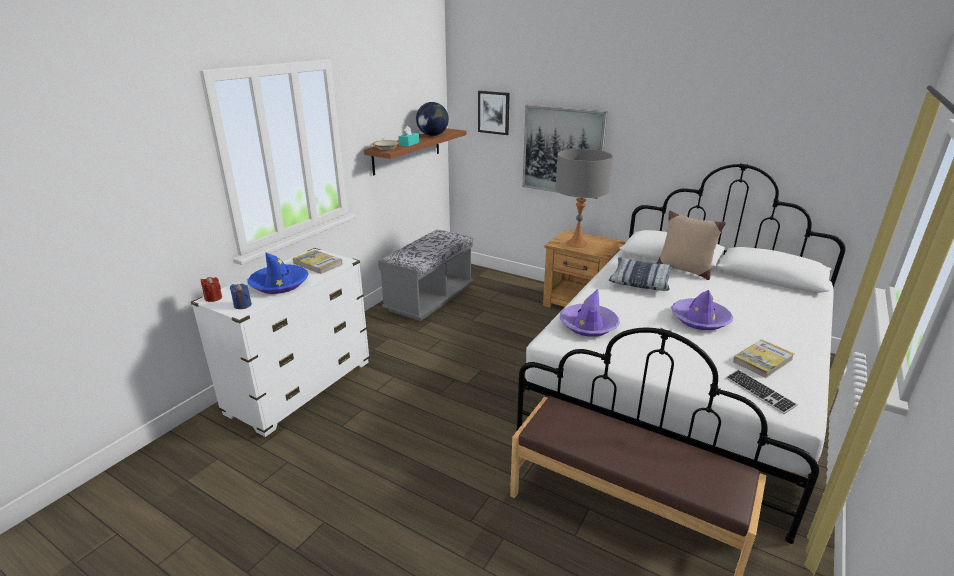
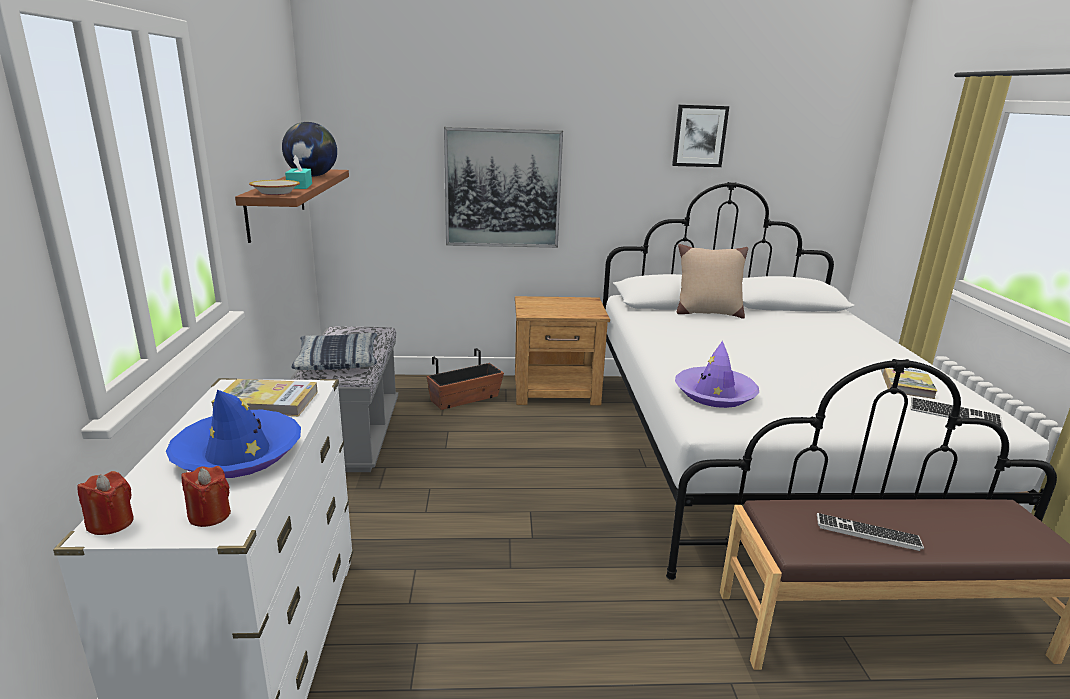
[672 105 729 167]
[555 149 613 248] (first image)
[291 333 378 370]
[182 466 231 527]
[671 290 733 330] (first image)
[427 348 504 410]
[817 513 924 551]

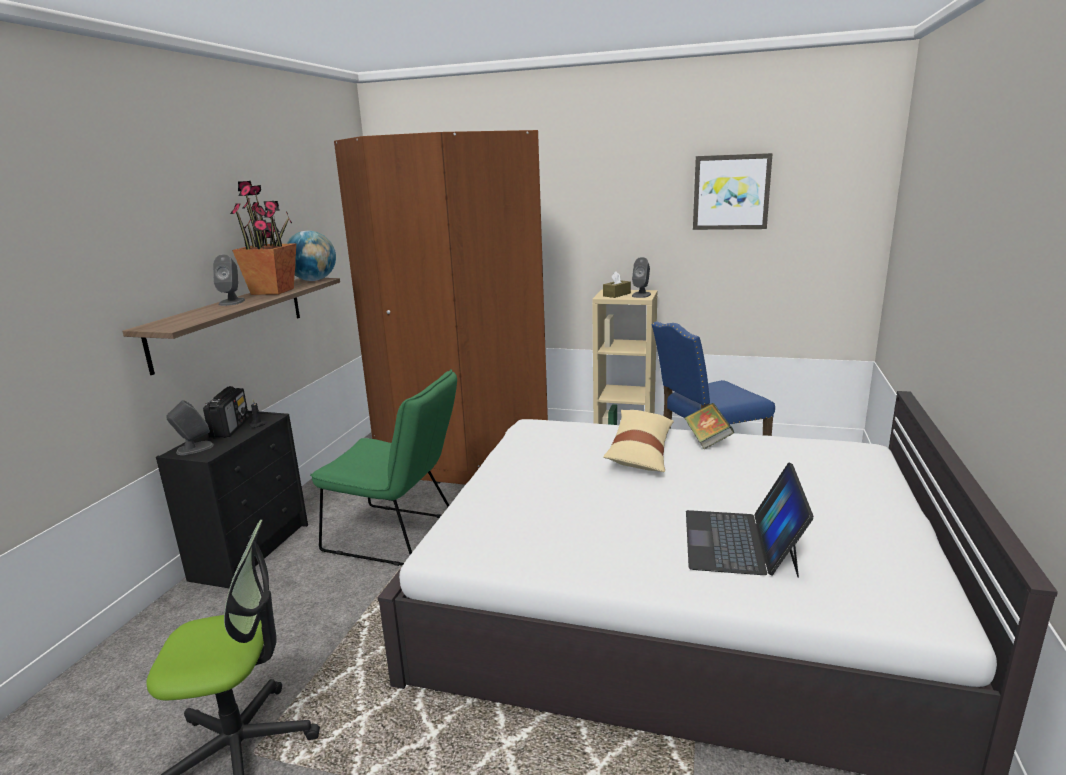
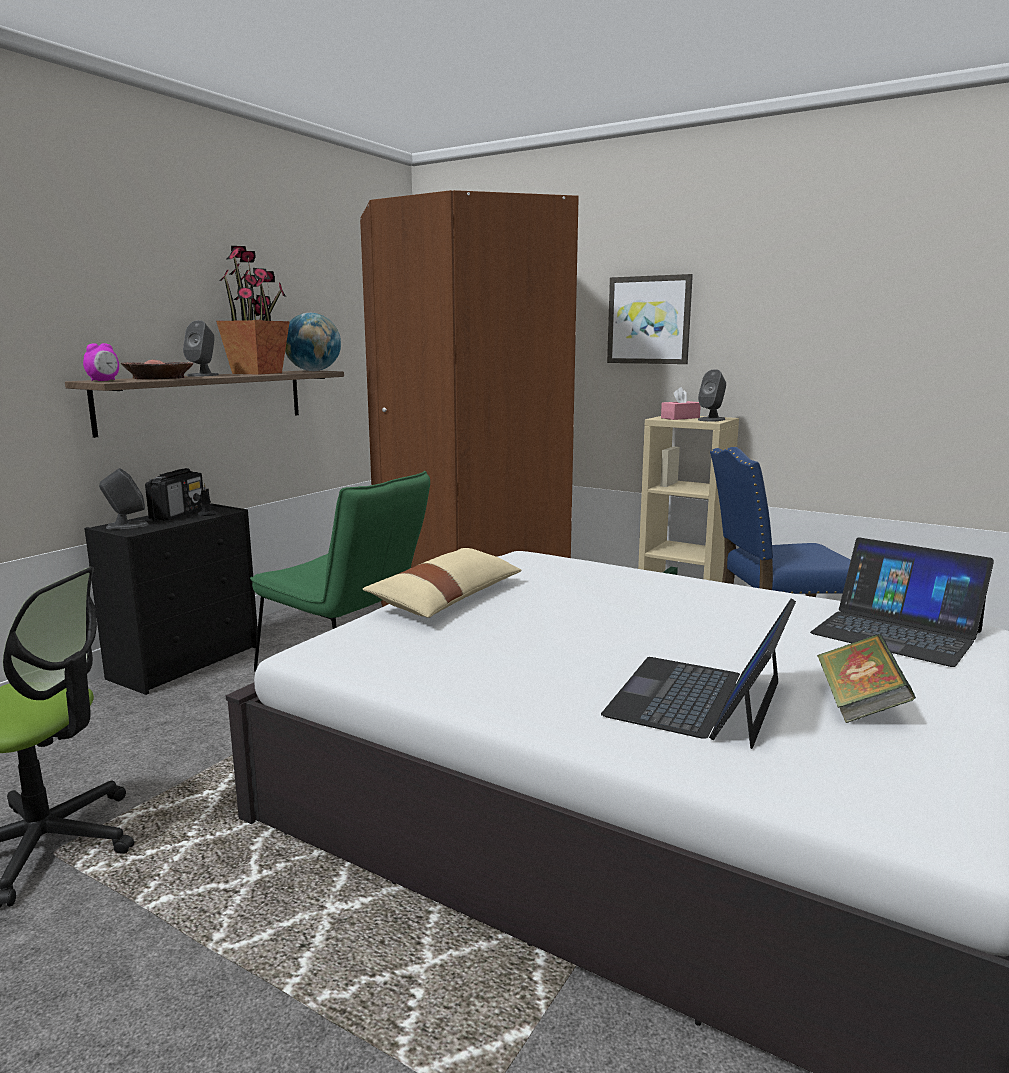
[607 274 693 364]
[661 387 701 420]
[817 634 916 723]
[362 548 522 618]
[83 343 119 381]
[121 360 194 379]
[810 537 994 667]

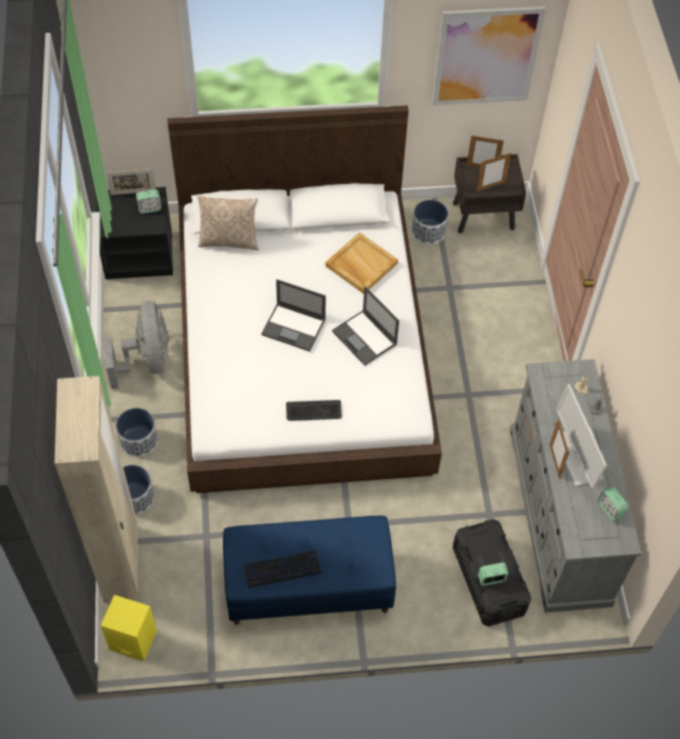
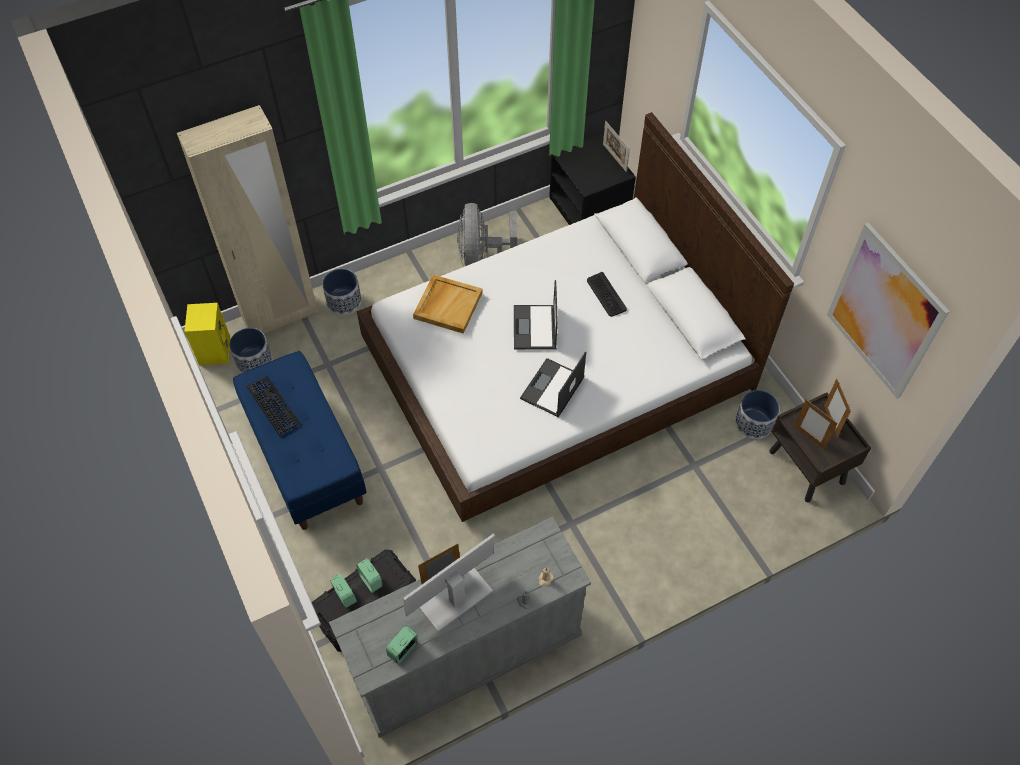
[357 558 383 593]
[198 196 259 250] (first image)
[413 275 483 334]
[457 203 517 266]
[587 272 627 317]
[229 328 272 373]

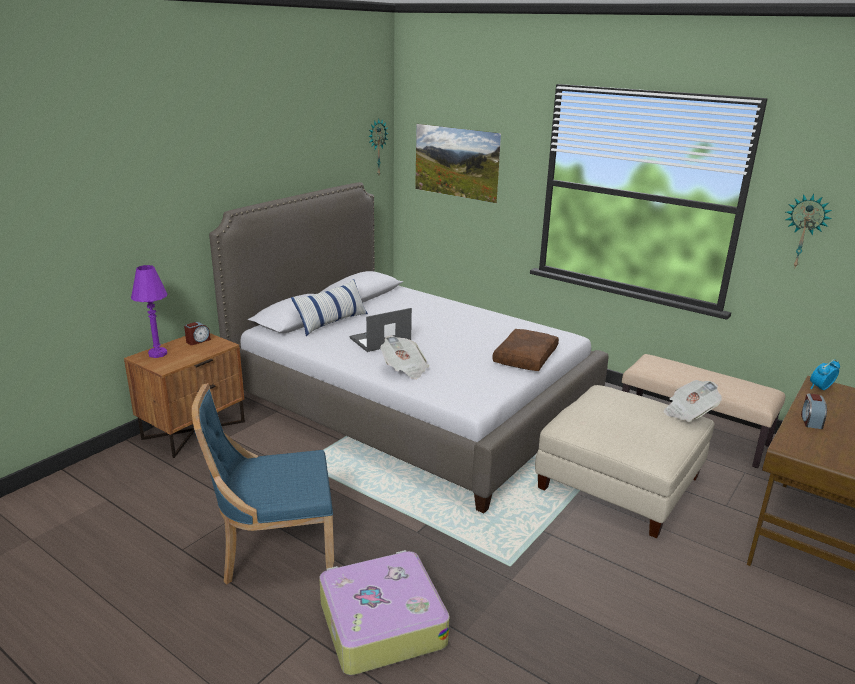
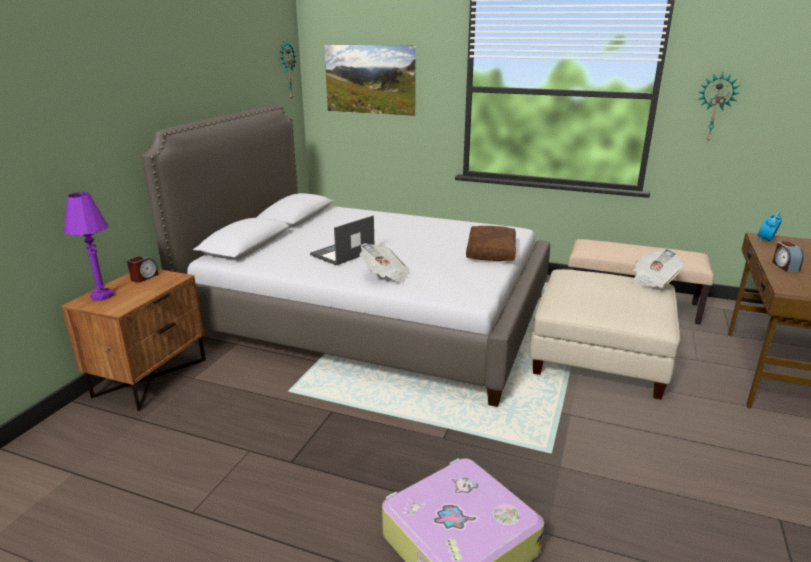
[291 279 368 336] (first image)
[192 383 334 584] (first image)

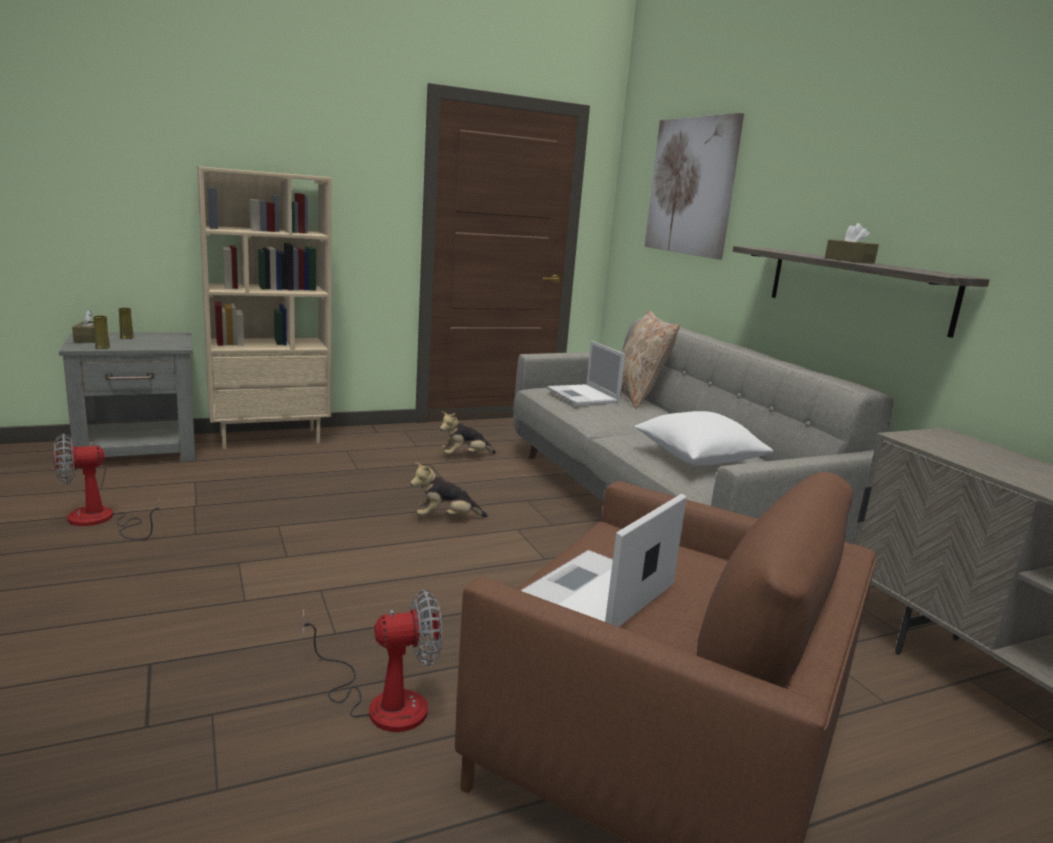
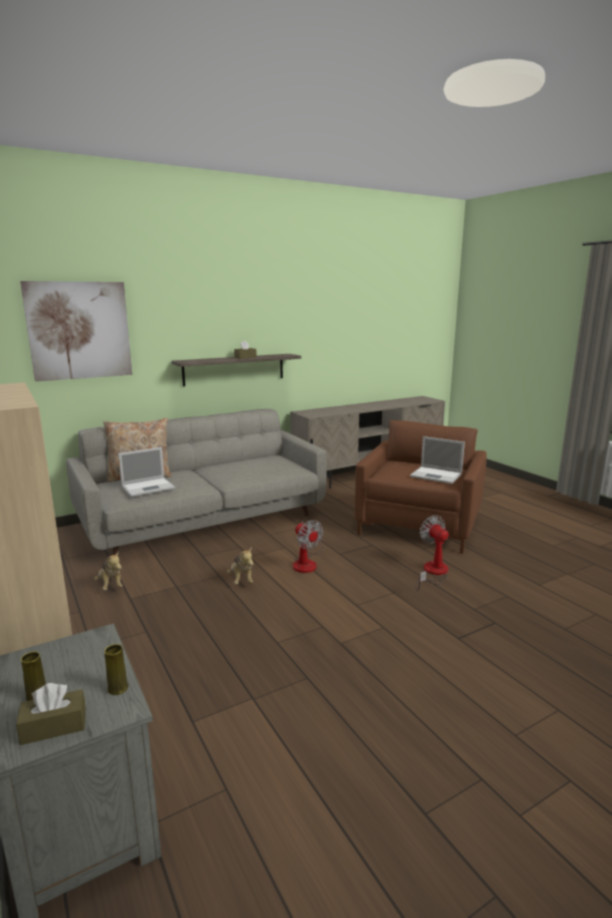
[634 411 773 465] (first image)
[293 520 324 573]

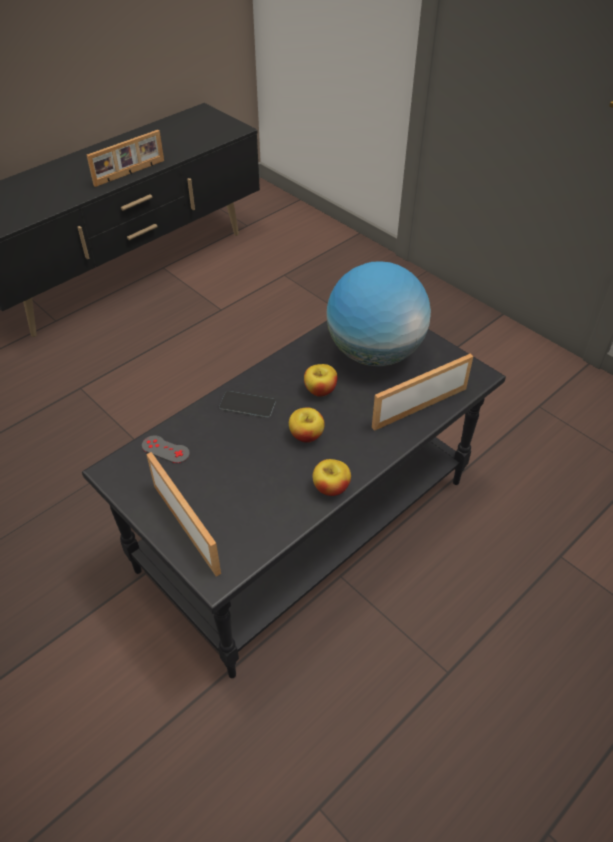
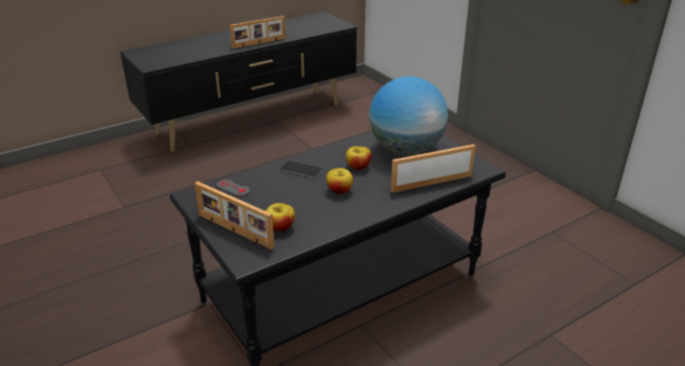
[195 181 275 250]
[266 203 295 231]

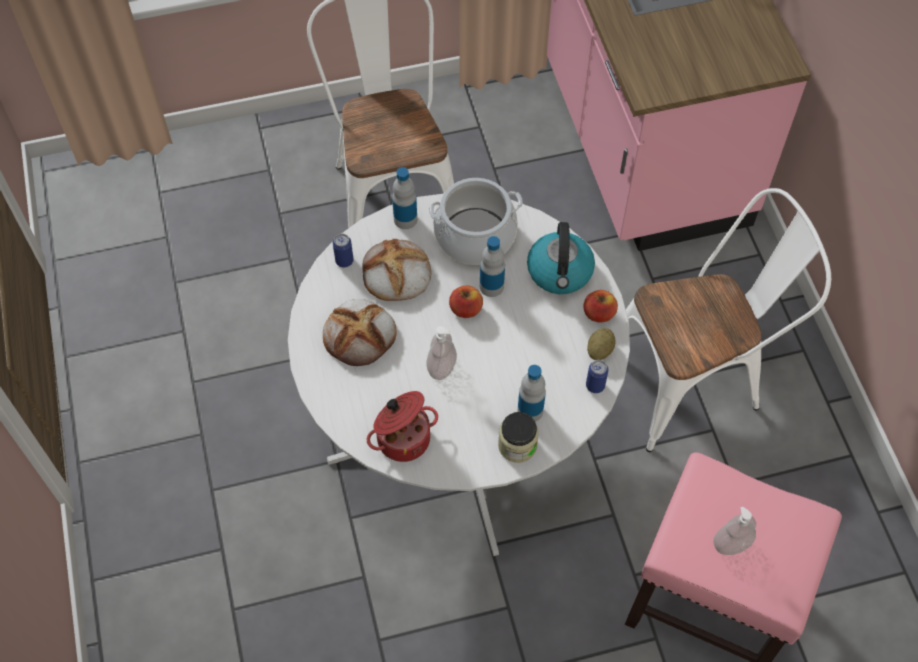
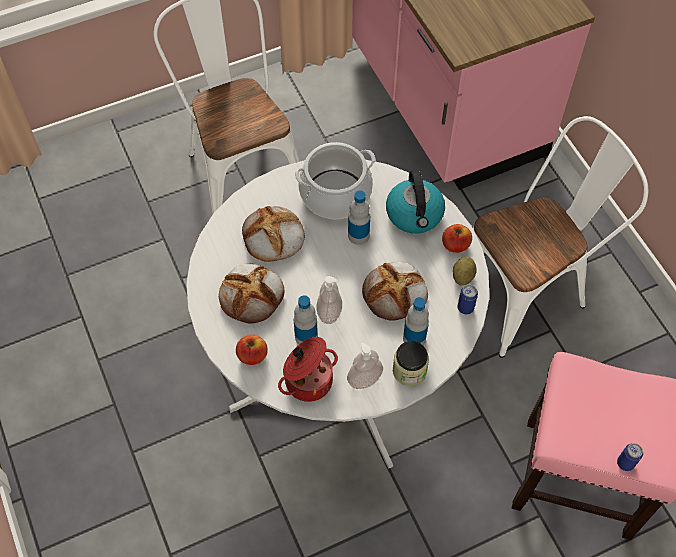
[294 295 318 344]
[617 443 643 471]
[236 335 268 365]
[347 343 383 389]
[362 261 428 321]

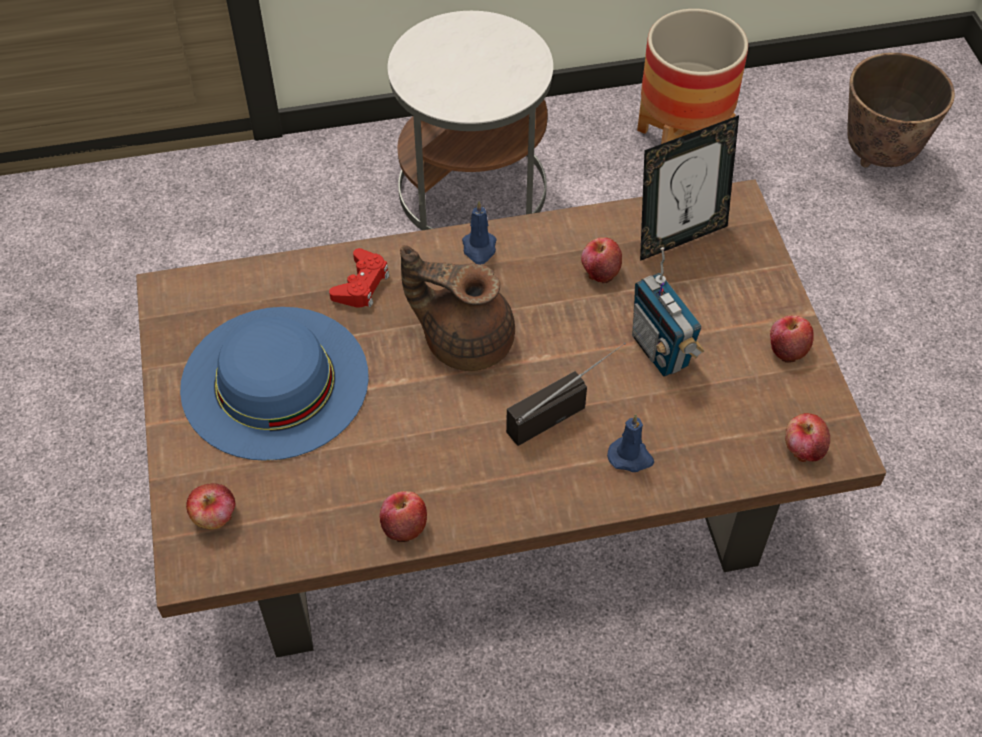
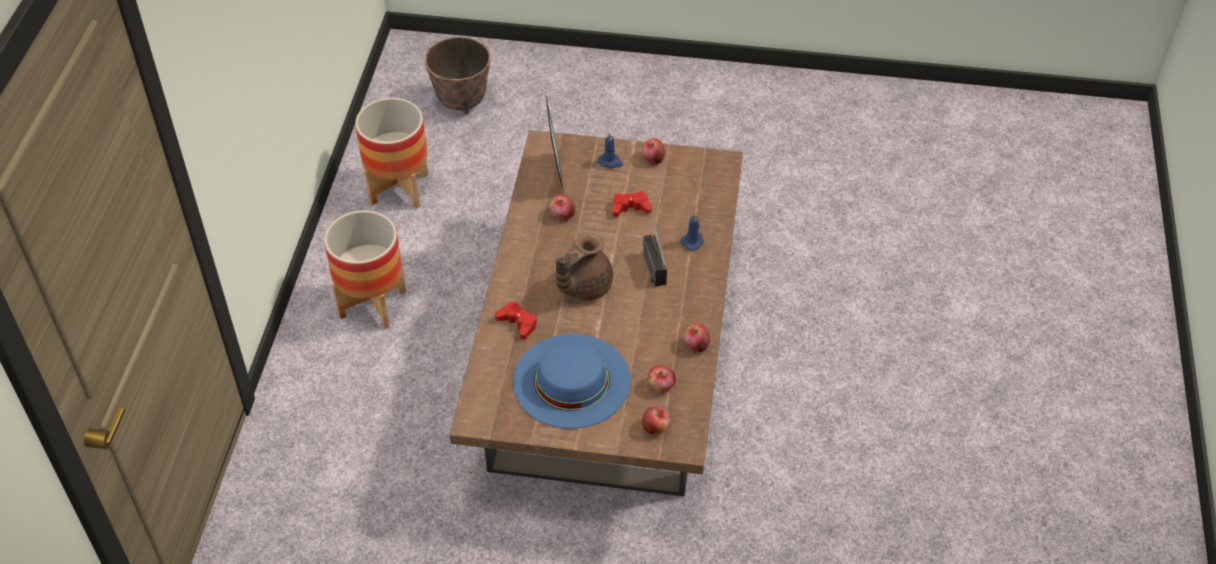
[324 210 406 329]
[598 132 623 169]
[612 191 652 217]
[648 365 676 393]

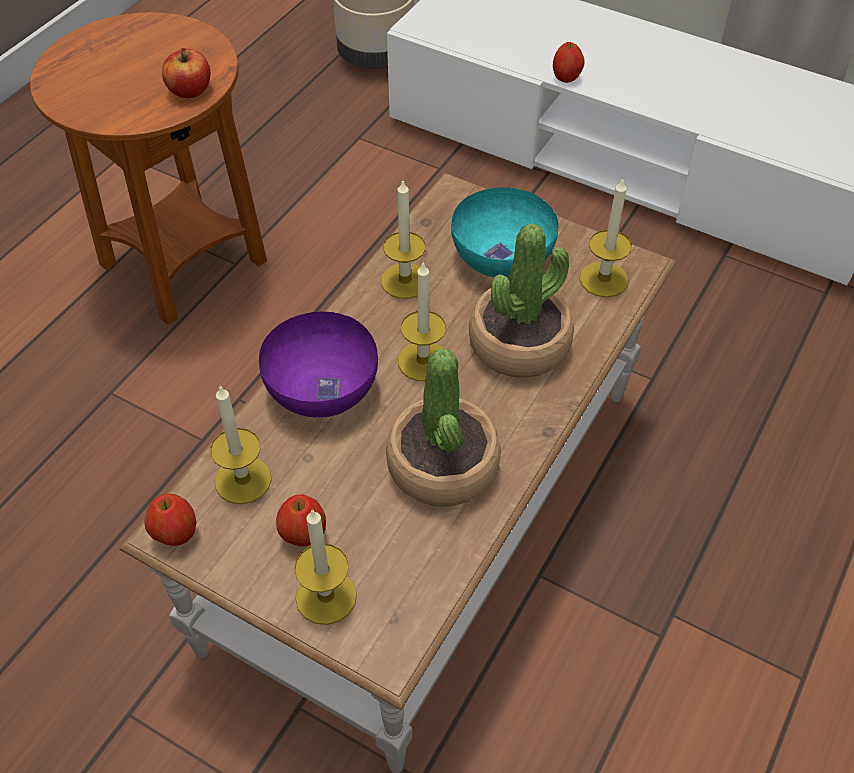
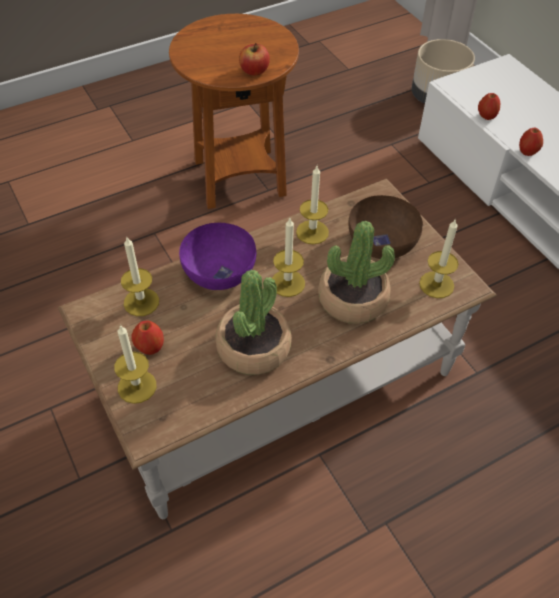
[349 195 423 259]
[478 93 500 120]

